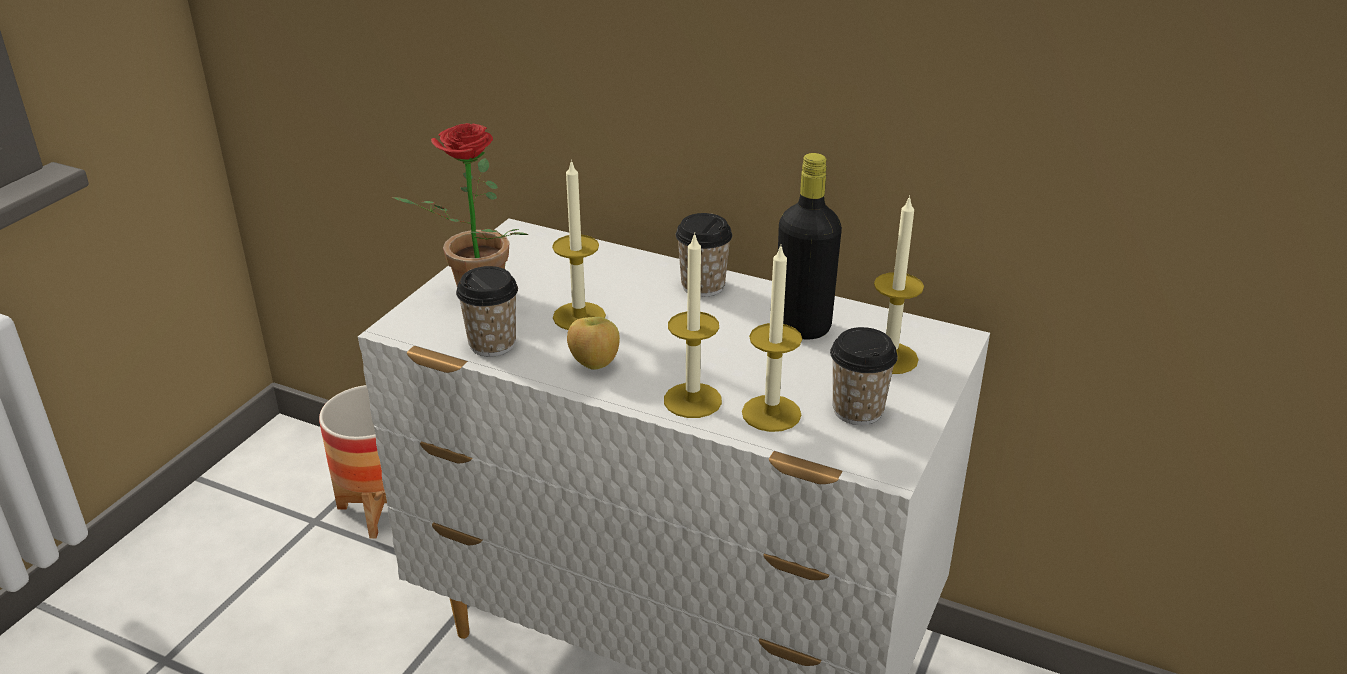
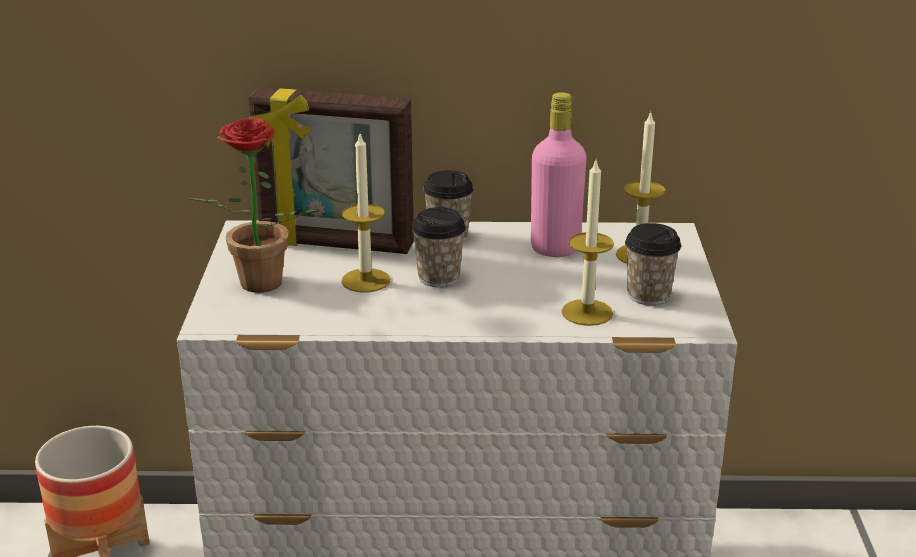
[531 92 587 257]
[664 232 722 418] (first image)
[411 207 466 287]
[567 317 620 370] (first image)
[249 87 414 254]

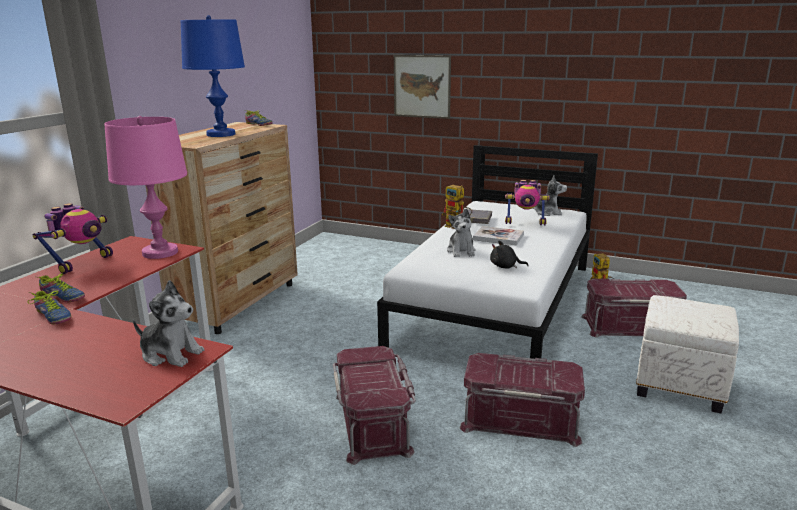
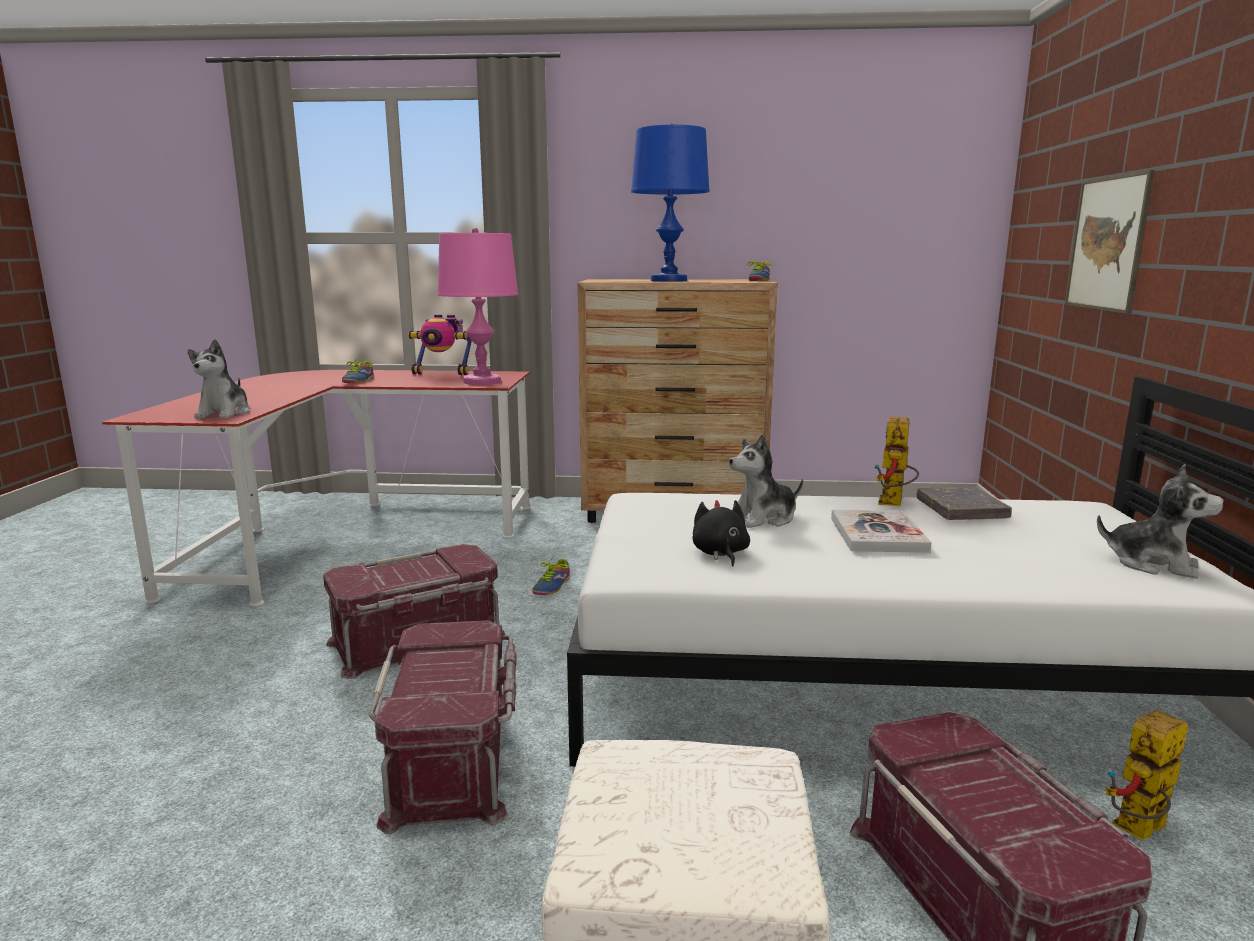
[1097 464 1224 579]
[505 180 550 225] (first image)
[532 557 570 595]

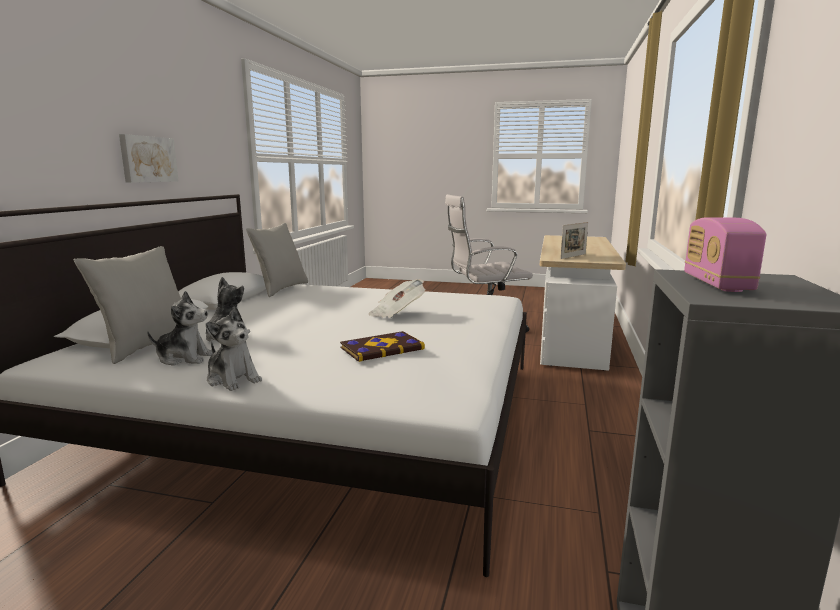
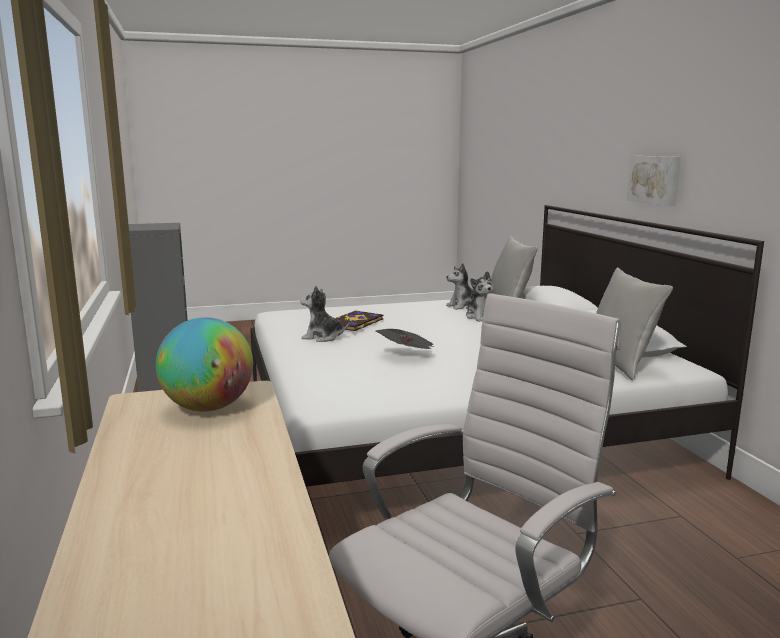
[684 217 767 292] (first image)
[156 317 253 412]
[300 286 349 342]

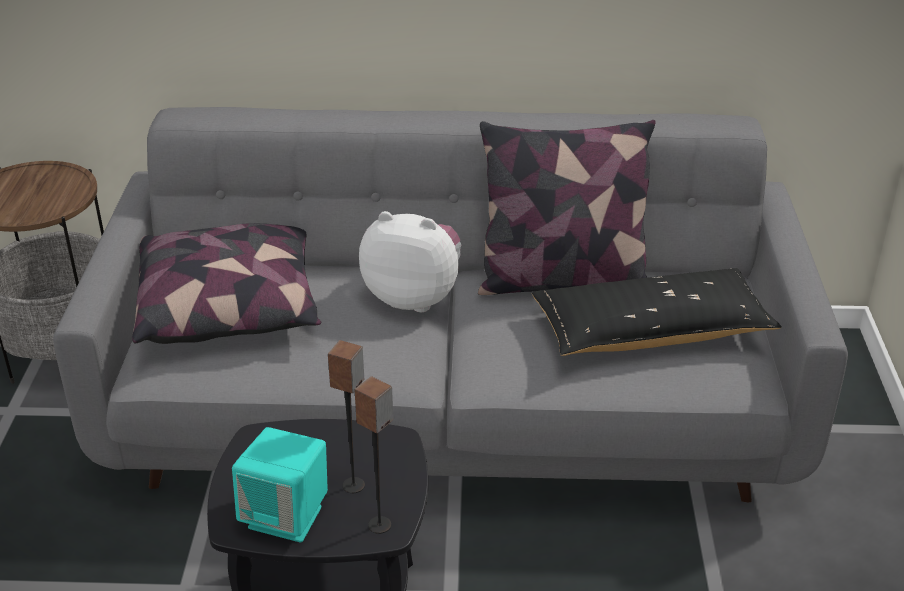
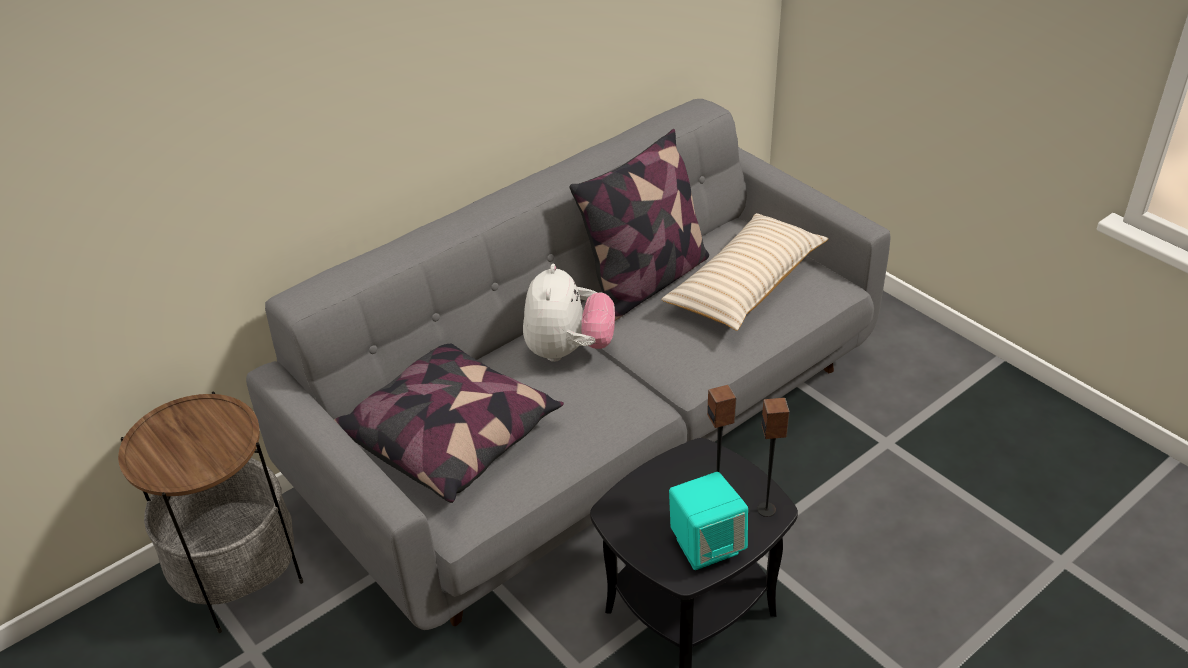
[523 264 615 362]
[661 213 829 331]

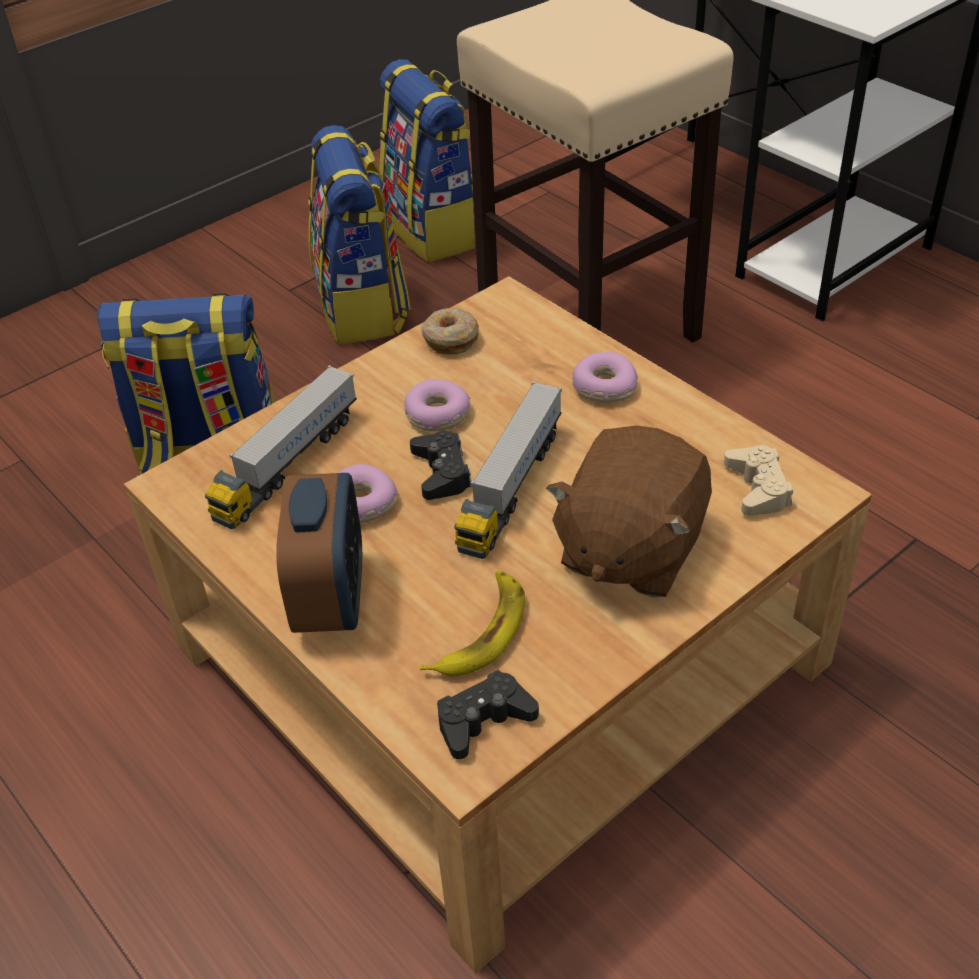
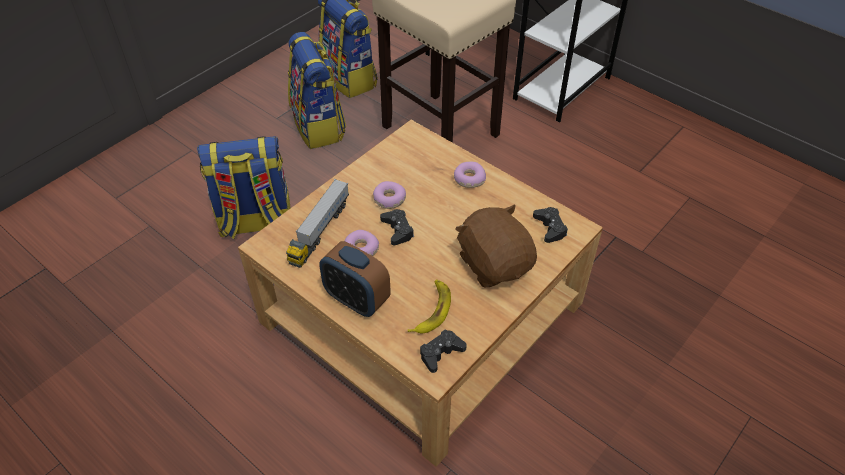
[421 308 479 354] (first image)
[454 381 562 559] (first image)
[455 204 537 287]
[533 207 568 243]
[319 241 391 317]

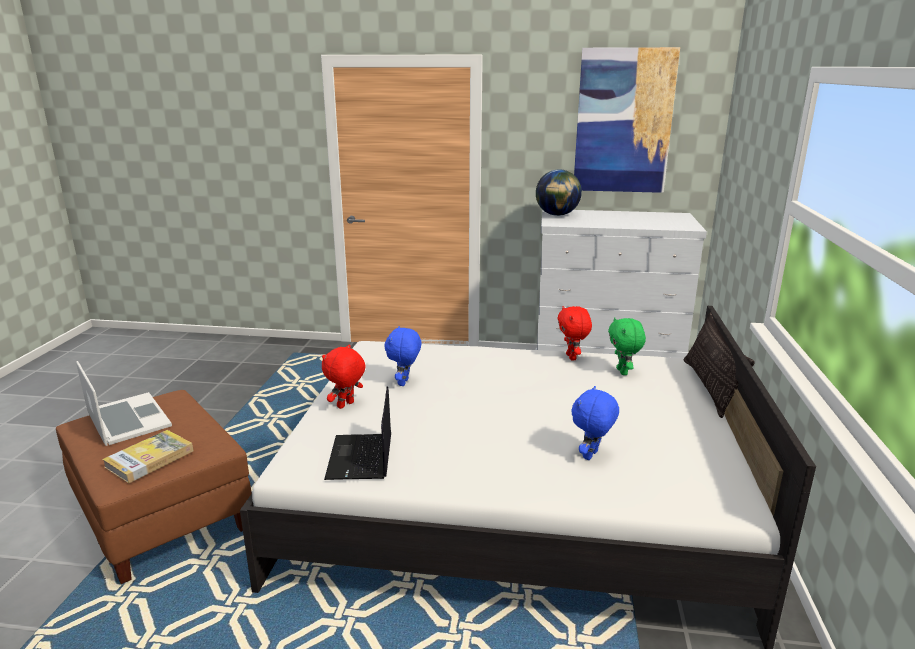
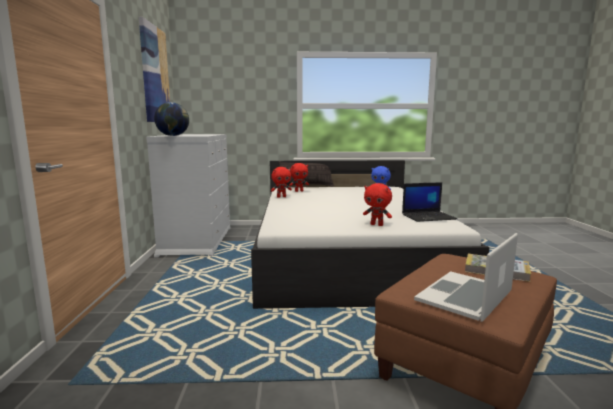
[289 163 309 192]
[384 326 421 386] (first image)

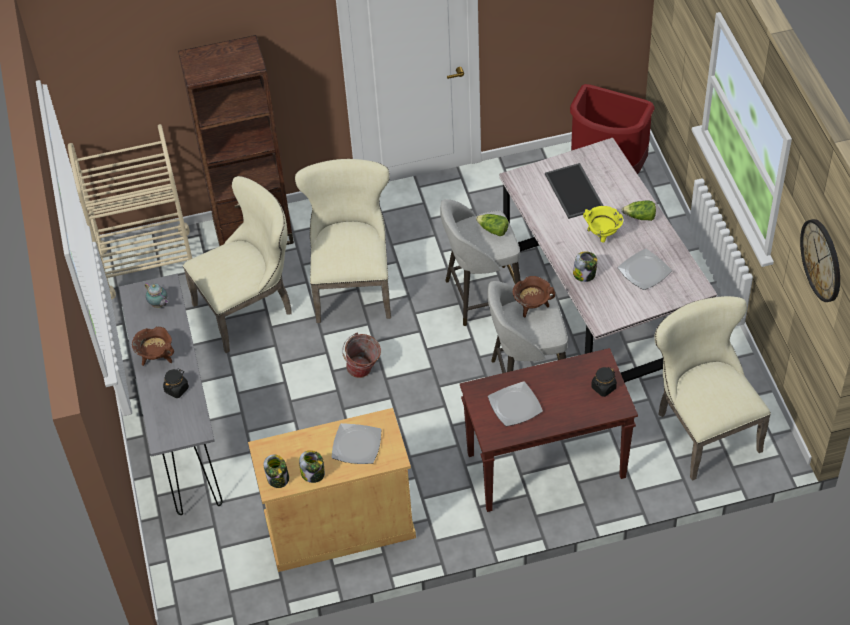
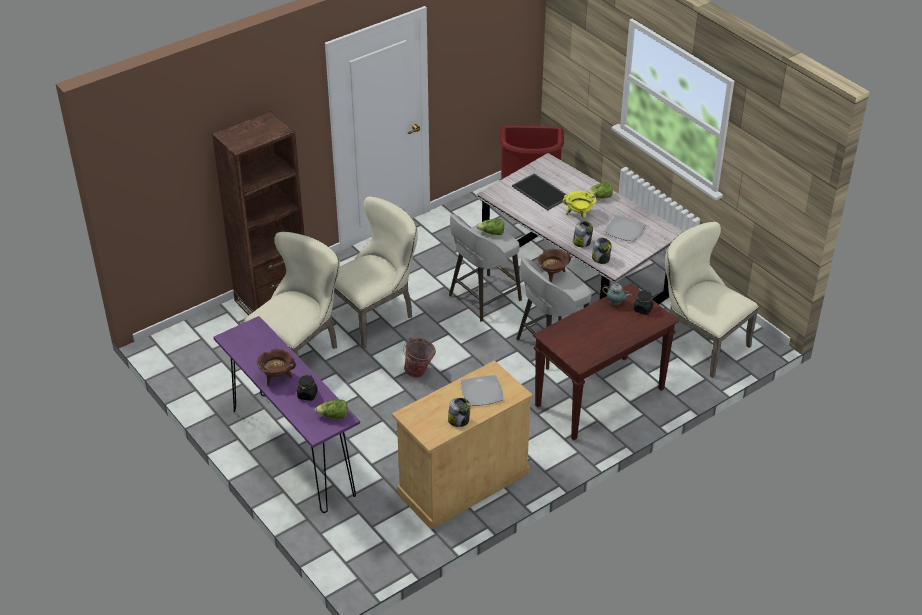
[68 124 192 300] (first image)
[334 197 418 349]
[800 219 840 302] (first image)
[214 316 360 513]
[602 283 632 305]
[488 381 543 426] (first image)
[592 237 611 264]
[315 399 348 419]

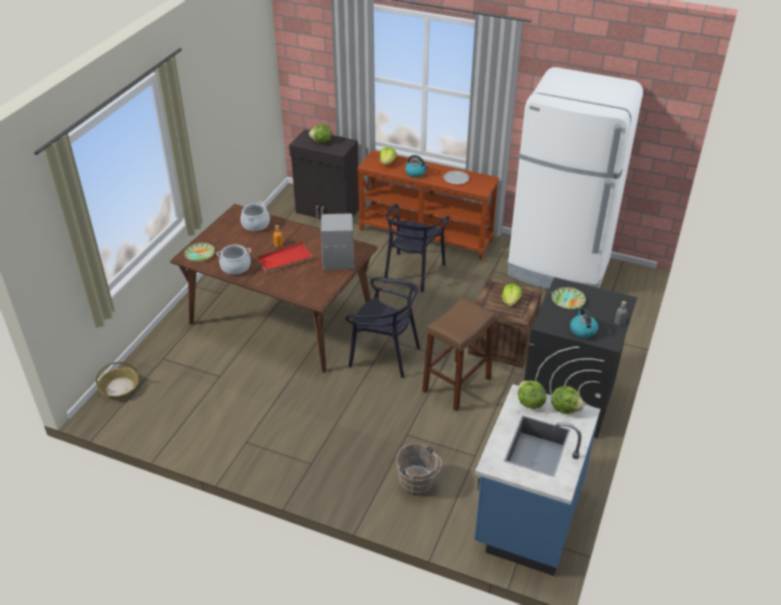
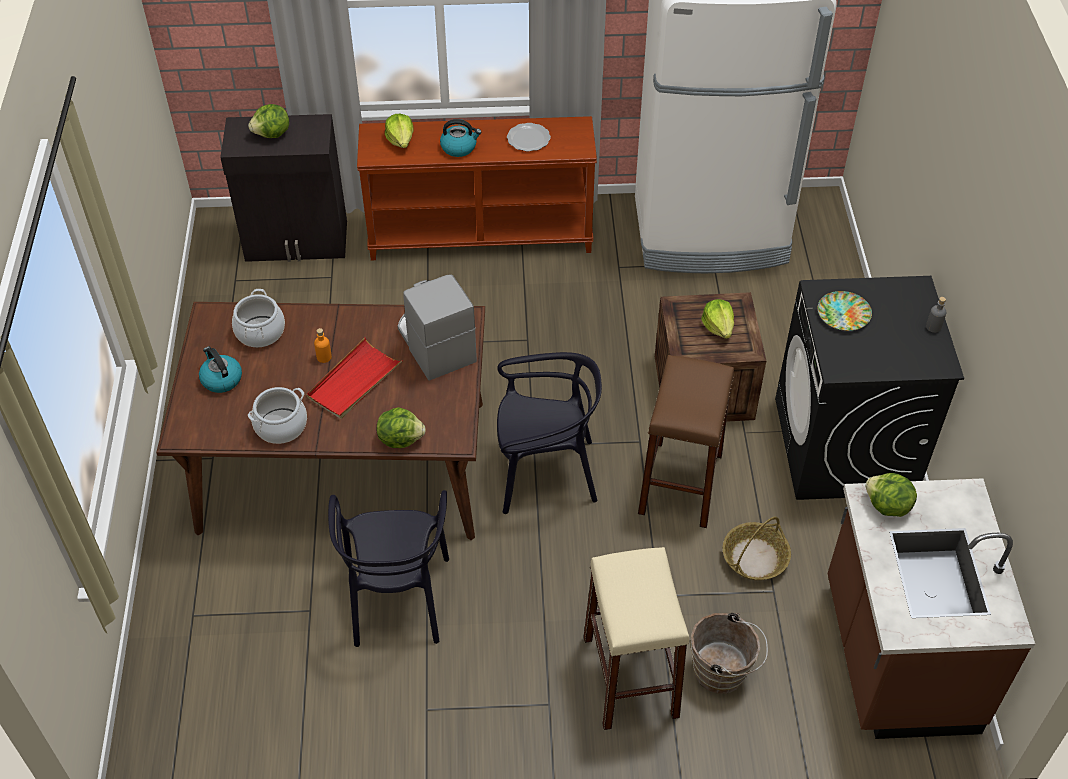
[328 490 449 647]
[184 243 215 261] (first image)
[199 346 242 393]
[723 517 791 580]
[828 478 1035 739]
[377 407 426 448]
[583 547 689 730]

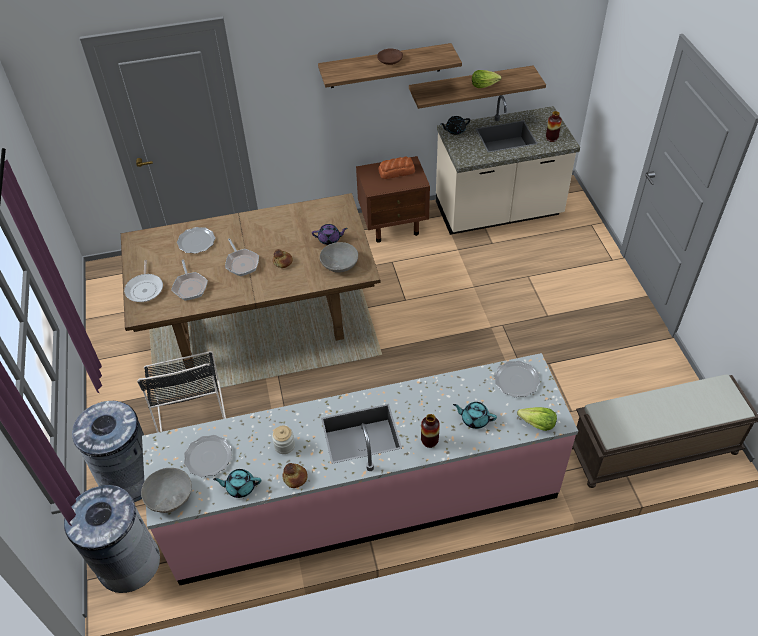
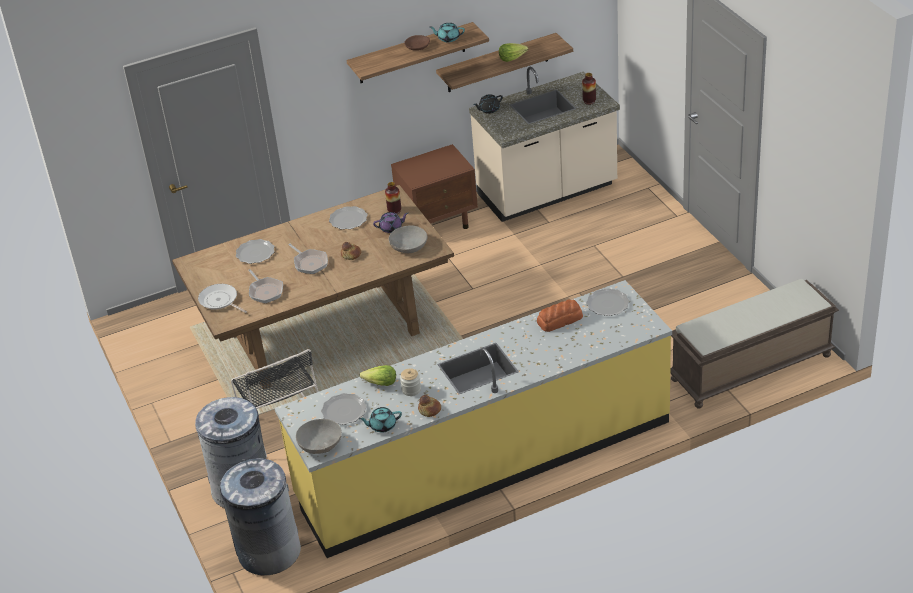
[537 299 583 332]
[198 284 247 313]
[274 280 672 558]
[430 23 465 42]
[360 365 396 386]
[385 182 401 214]
[329 206 368 229]

